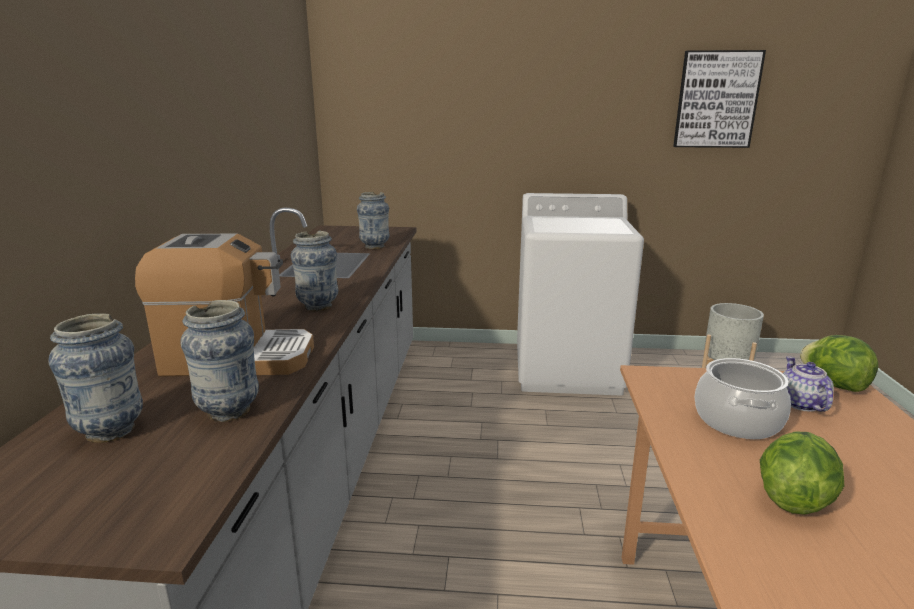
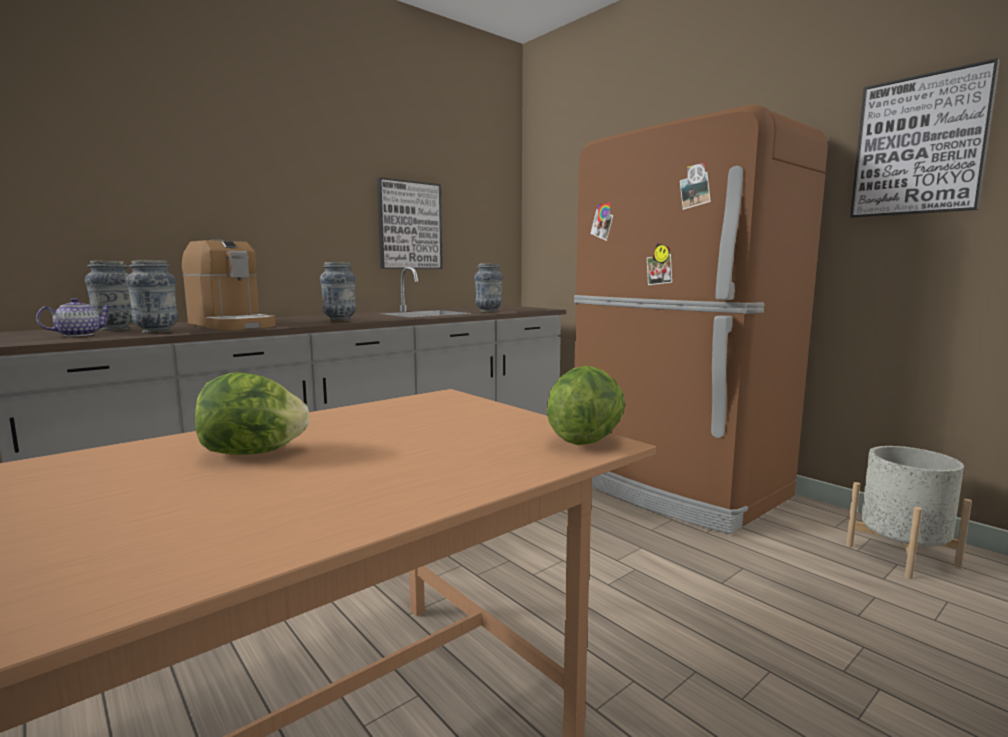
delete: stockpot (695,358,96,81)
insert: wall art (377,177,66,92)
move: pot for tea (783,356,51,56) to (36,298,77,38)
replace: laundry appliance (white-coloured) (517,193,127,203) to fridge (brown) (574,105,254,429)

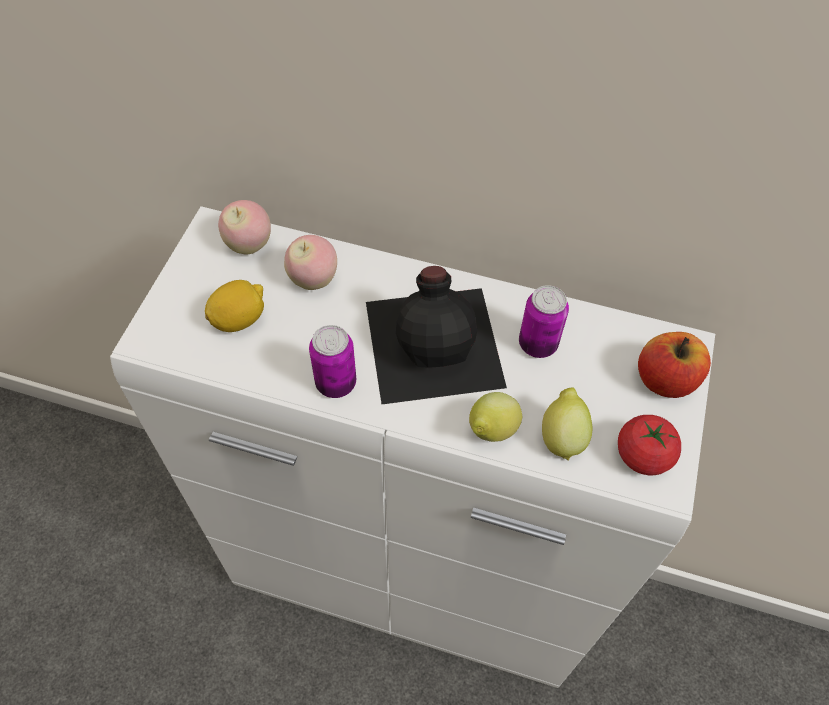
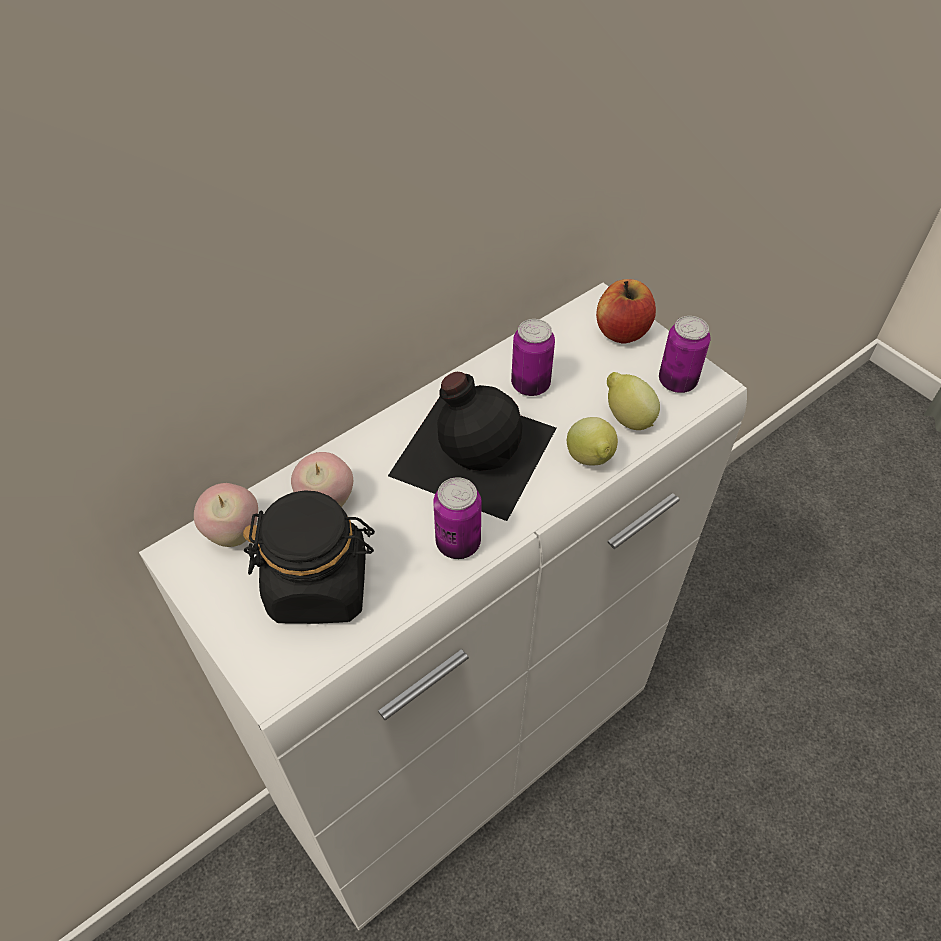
replace: lemon (205,280,59,52) to jar (black-coloured) (243,490,132,134); whole tomato (618,415,63,60) to can (659,316,52,77)

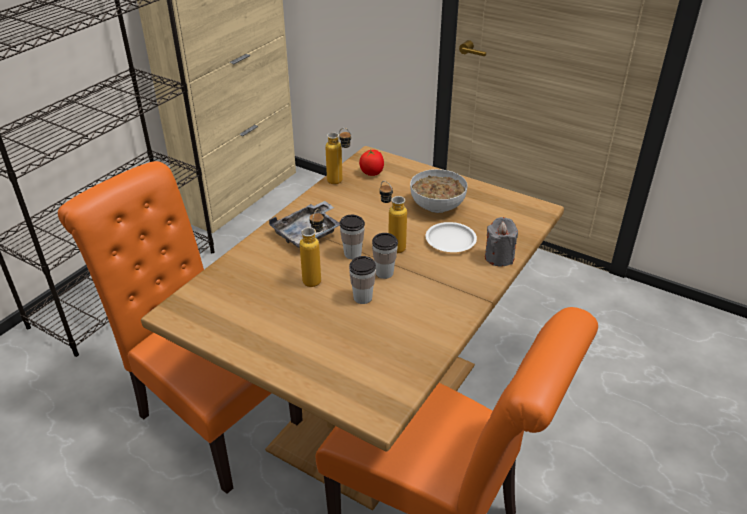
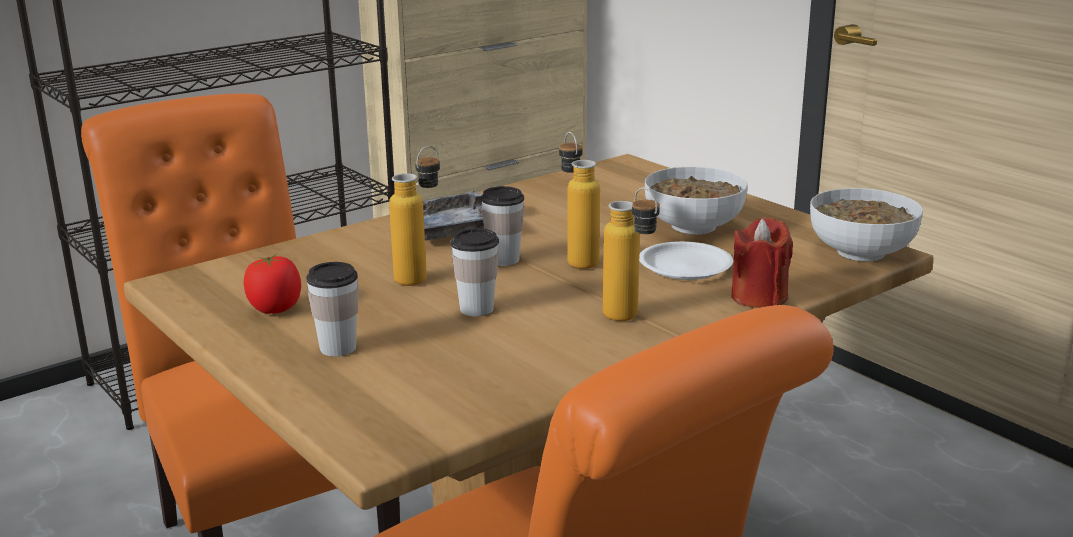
insert: bowl (810,188,113,74)
move: beverage bottle (325,128,26,56) to (603,187,57,134); whole tomato (359,149,25,27) to (244,254,57,60); small cup (372,233,26,46) to (306,262,53,95)
recolor: wax candle (gray) (485,217,33,50) to wax candle (reddish) (731,218,62,90)

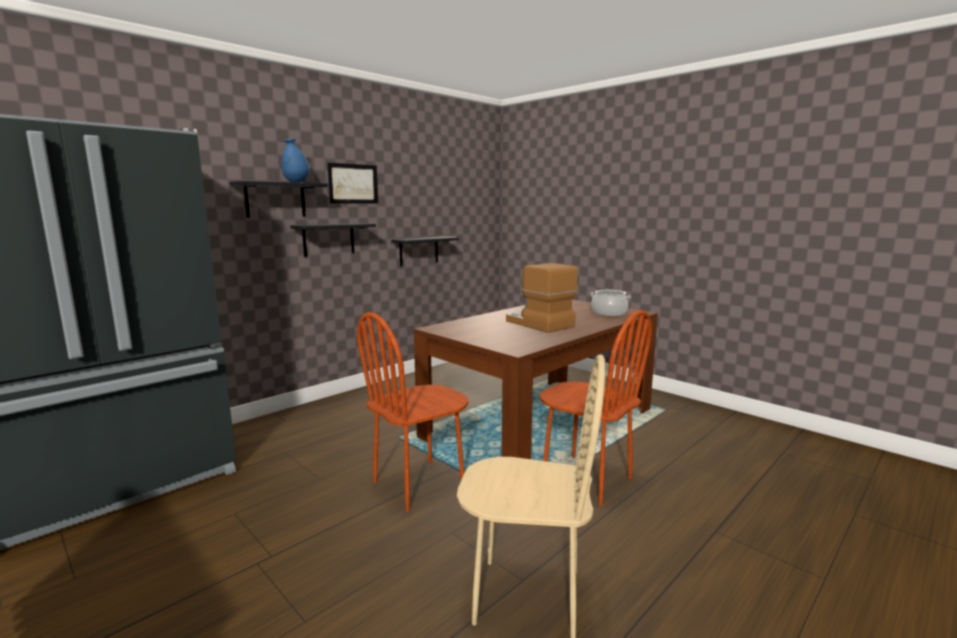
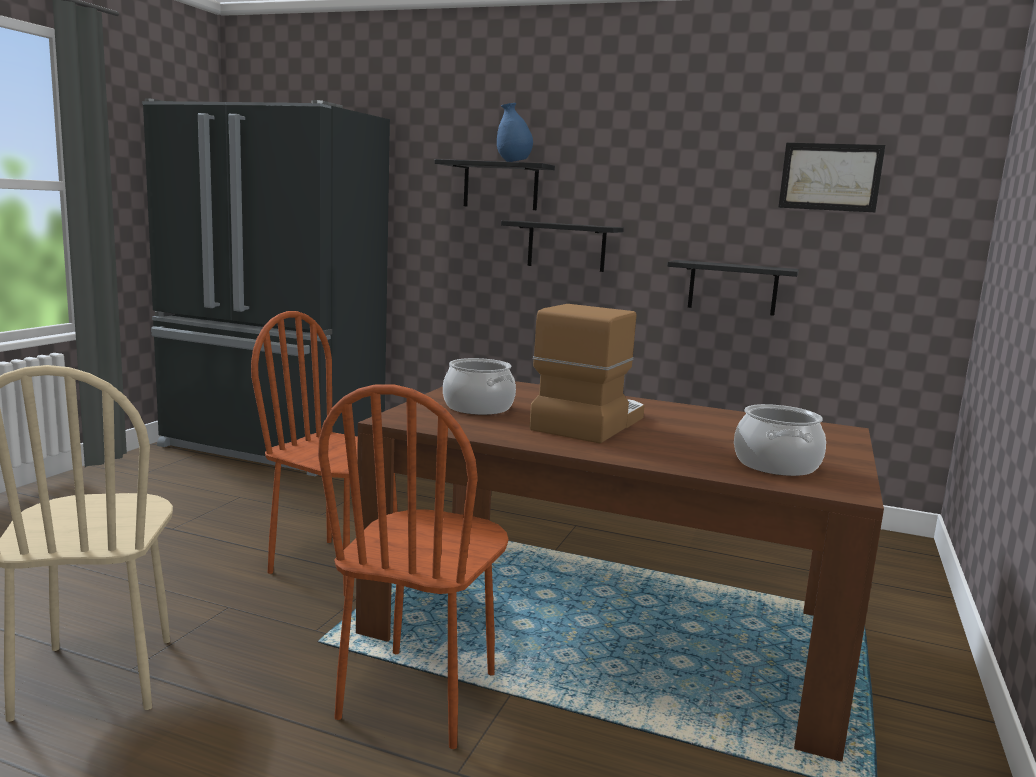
insert: stockpot (443,358,73,57)
move: wall art (327,163,51,41) to (778,143,107,69)

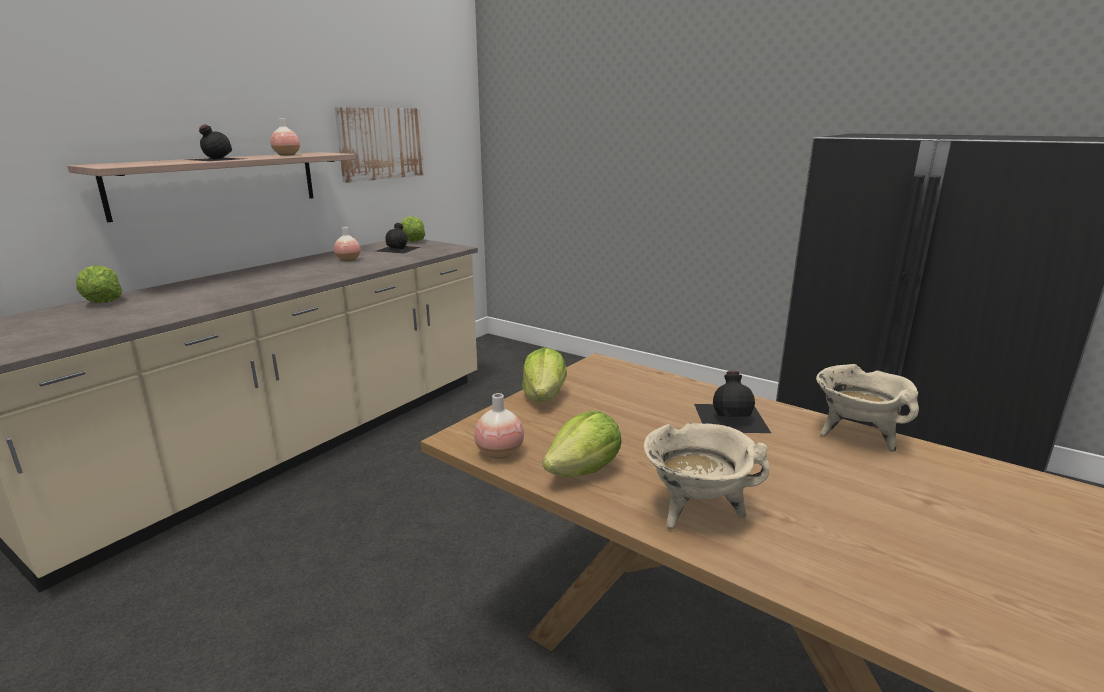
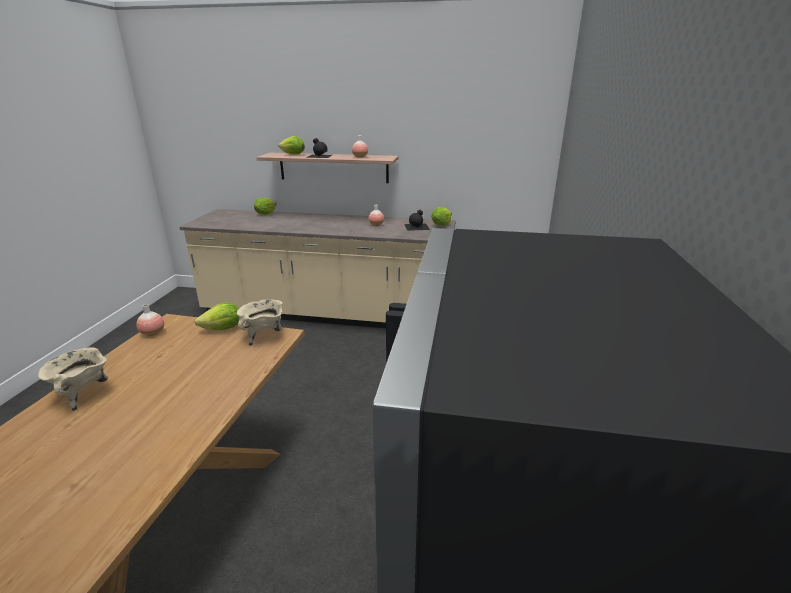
delete: wall art (334,107,90,76); beverage bottle (black-coloured) (694,371,77,62)
move: stockpot (beige-coloured) (816,364,103,88) to (237,299,46,47); lettuce (542,411,80,66) to (278,136,27,19)

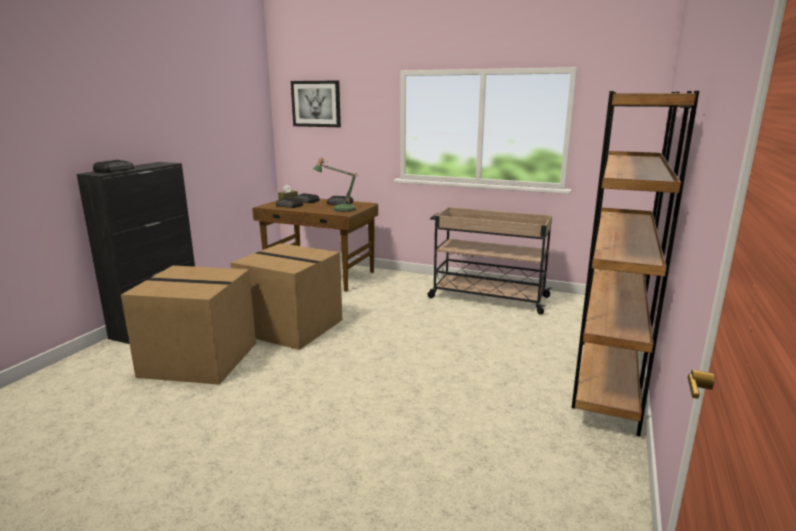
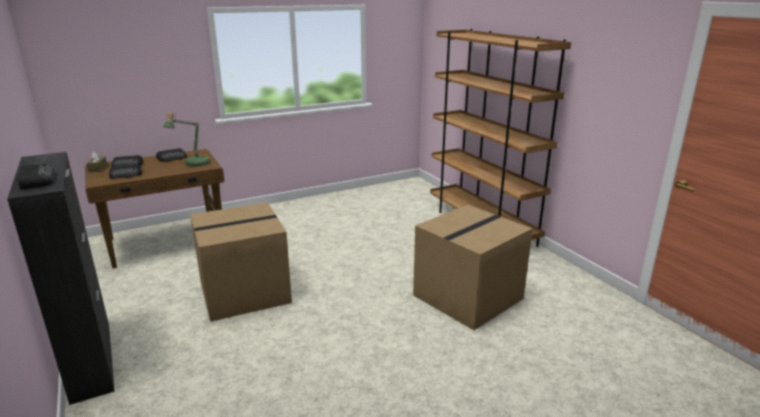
delete: wall art (291,80,50,47); cart (beige-coloured) (428,207,124,108)
move: cardboard box (121,266,135,119) to (413,205,120,125)

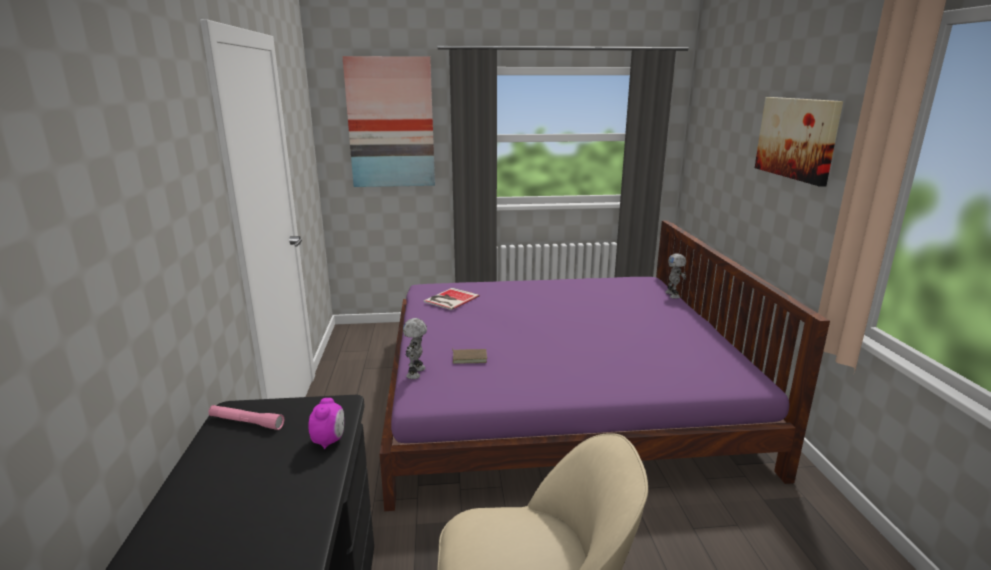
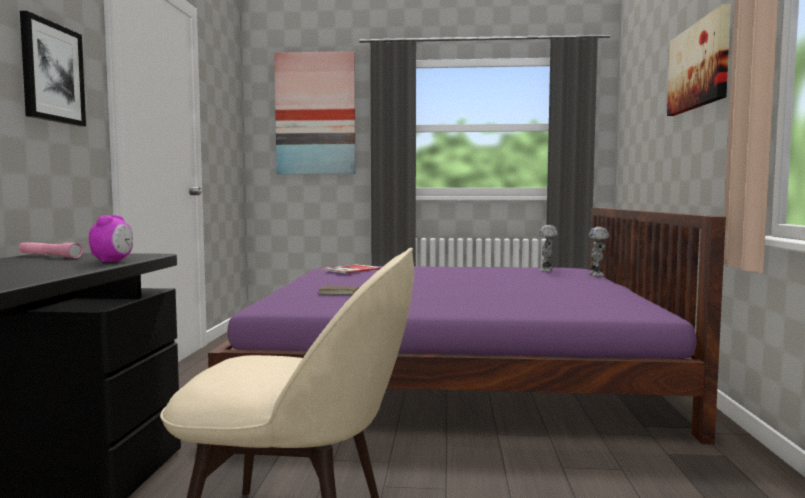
insert: wall art (20,11,66,116)
move: model robot (403,318,24,61) to (539,225,19,47)

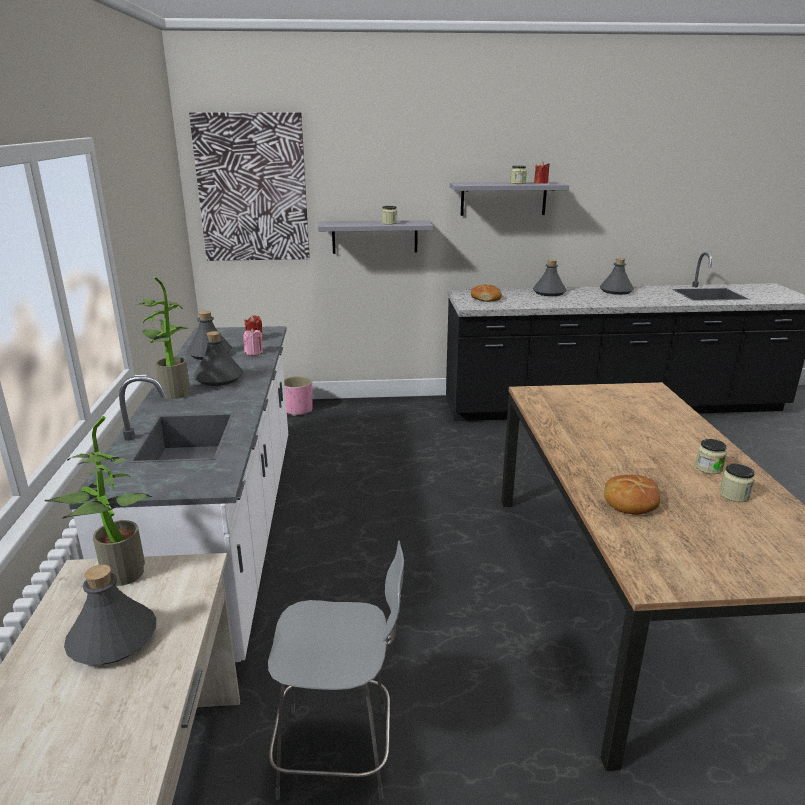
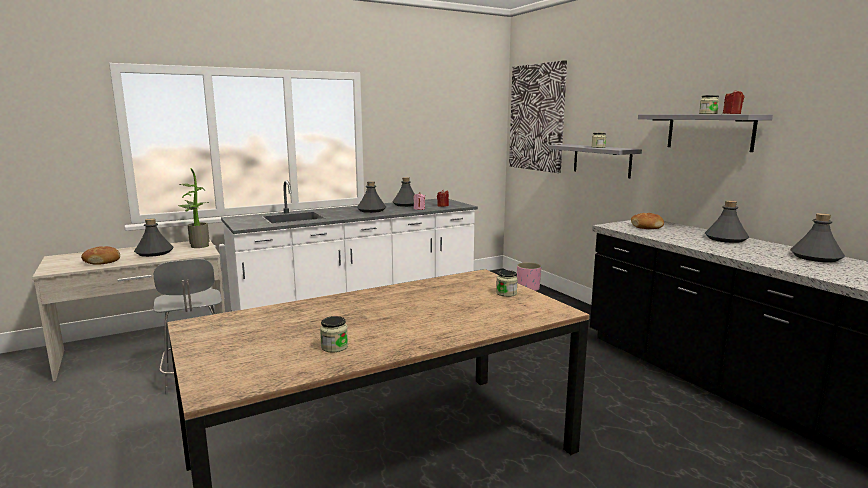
delete: plant in a pot (132,276,58,123)
move: jar (695,439,32,35) to (496,270,22,27); bread (604,475,56,40) to (81,246,39,19)

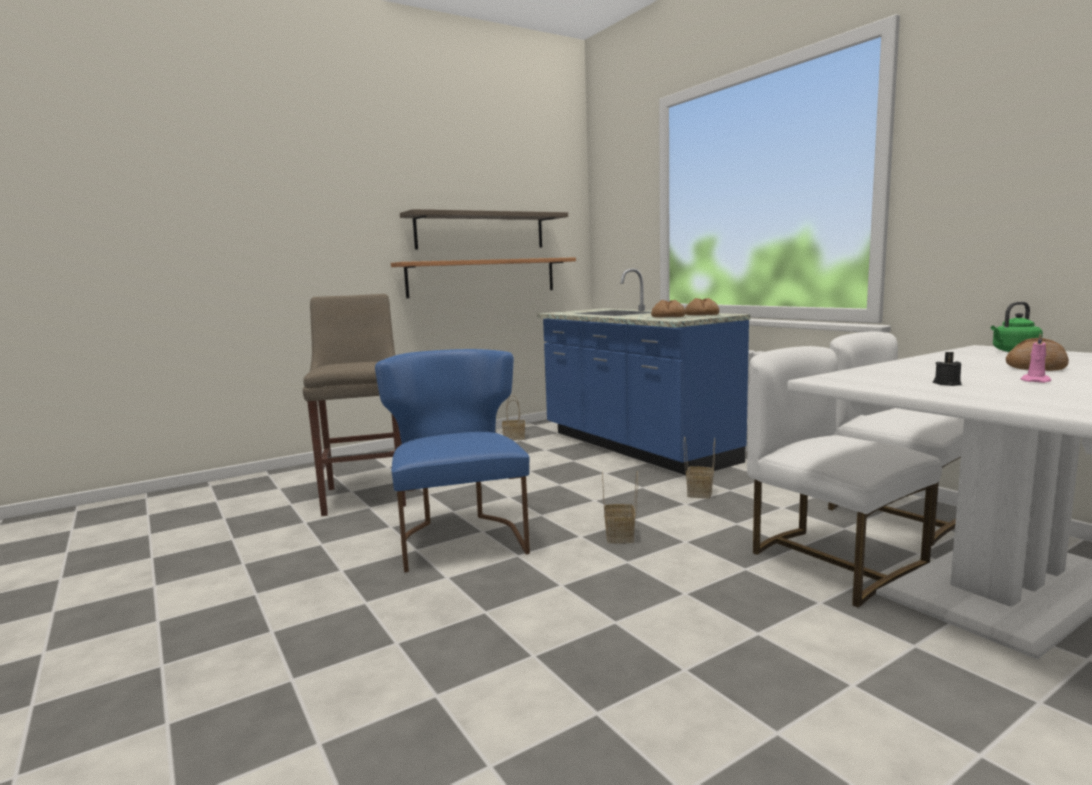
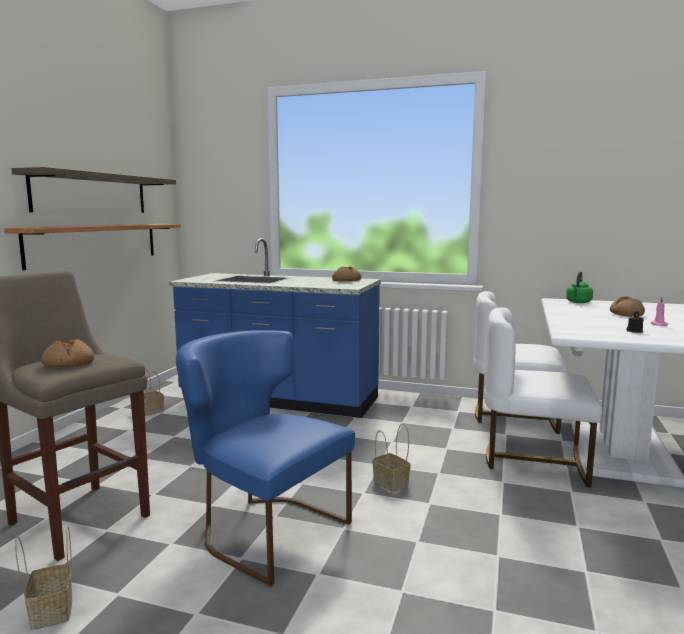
move: bread (651,300,35,17) to (41,339,53,28); storage basket (684,437,31,62) to (15,526,57,104)

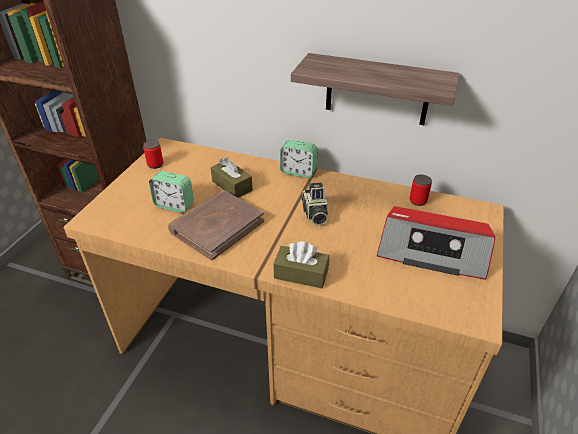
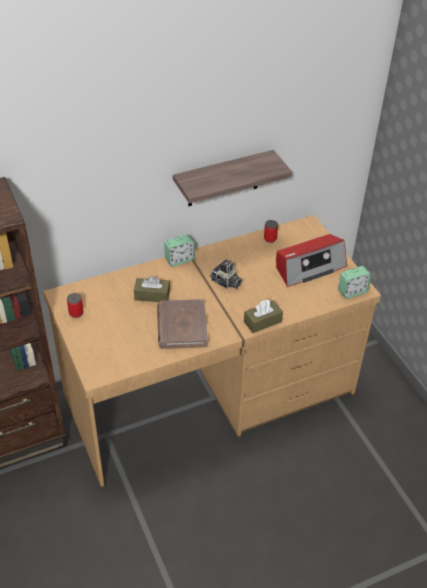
move: table clock (149,171,45,42) to (338,266,34,33)

